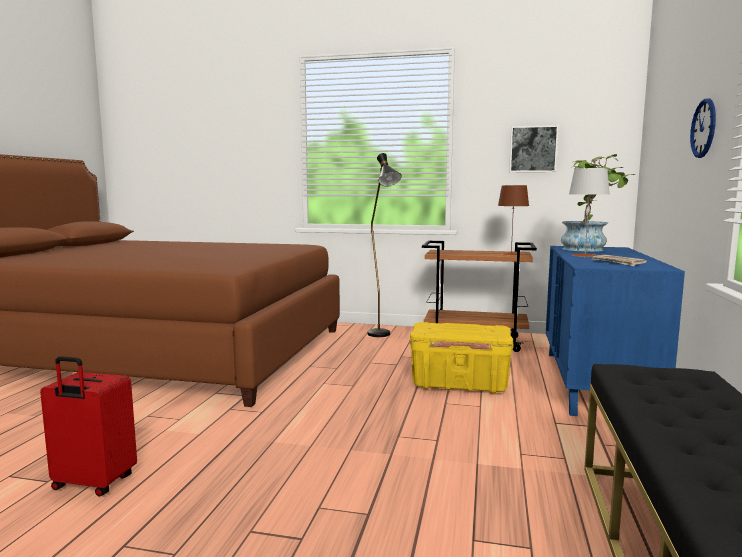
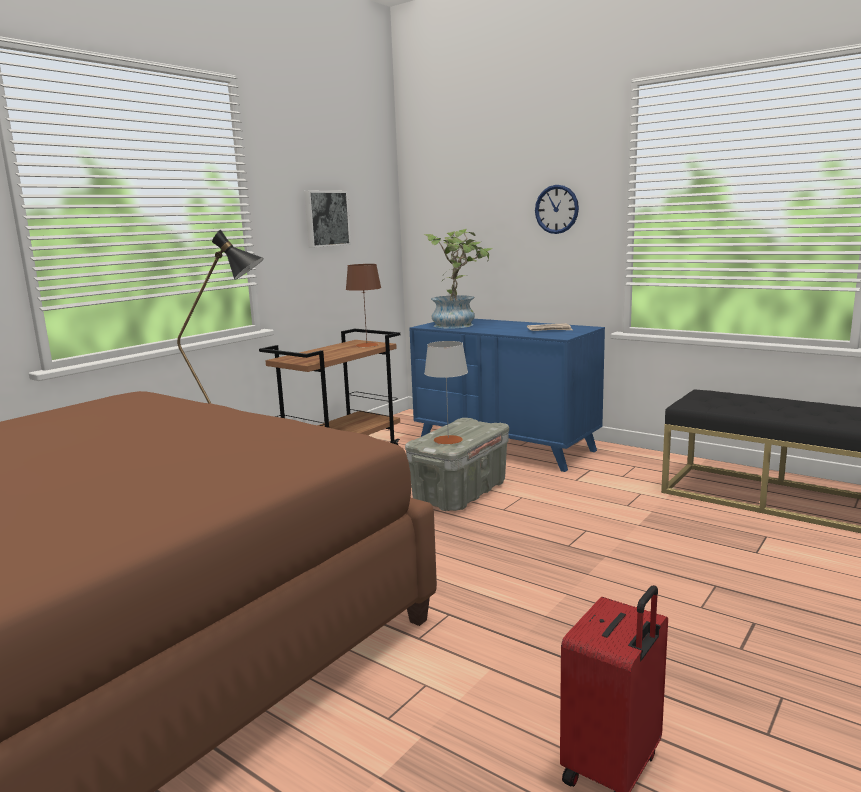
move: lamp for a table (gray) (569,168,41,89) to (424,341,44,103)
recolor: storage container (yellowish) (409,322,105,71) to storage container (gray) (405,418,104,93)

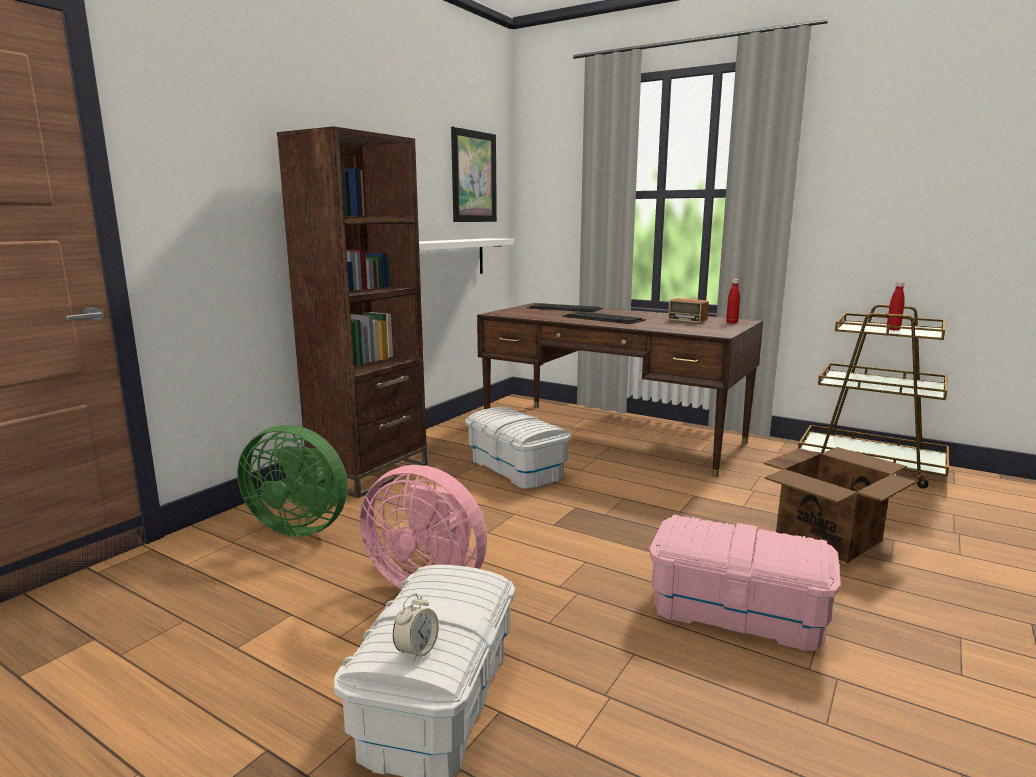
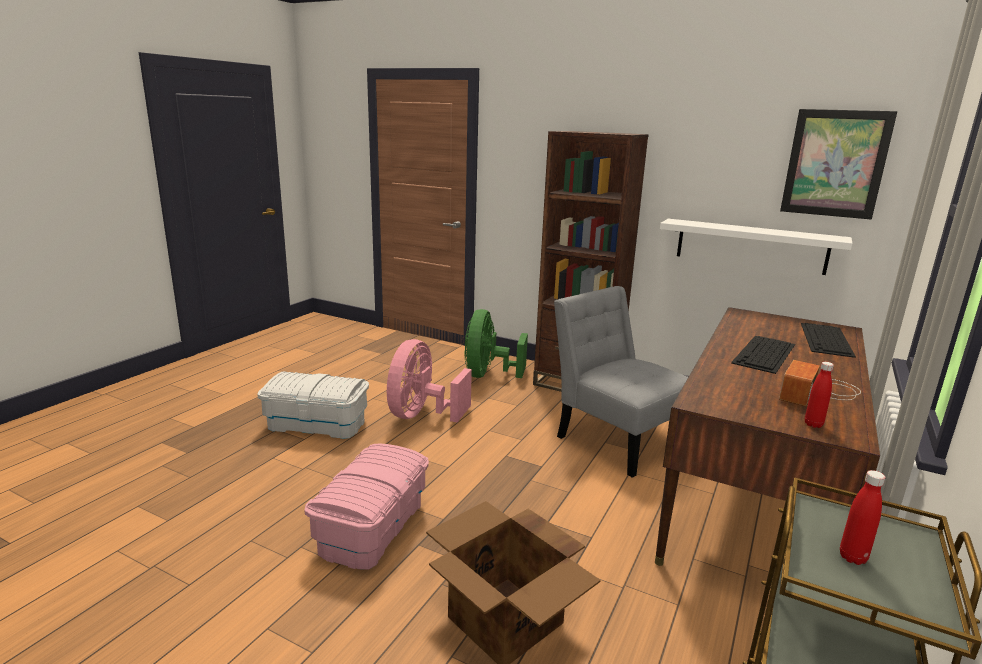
delete: table clock (393,593,46,69)
replace: storage container (white-coloured) (465,407,106,82) to upright chair (gray) (554,286,134,192)

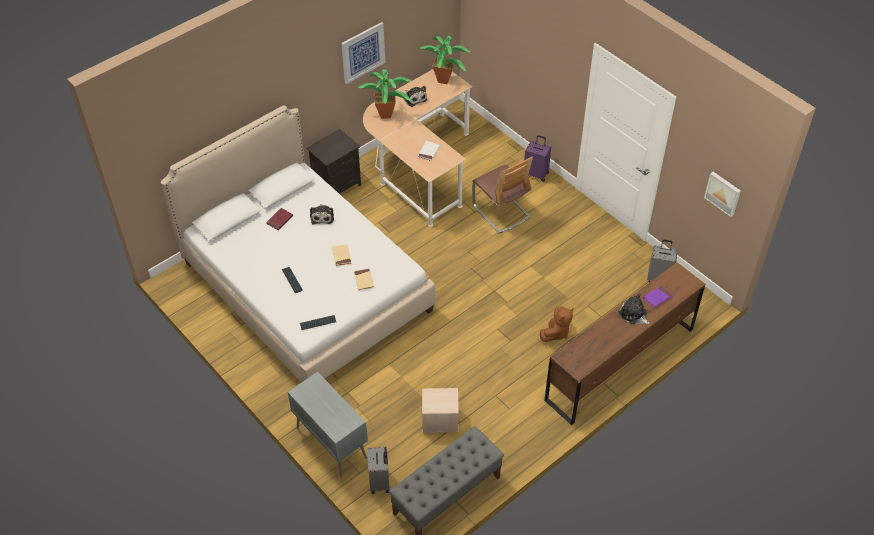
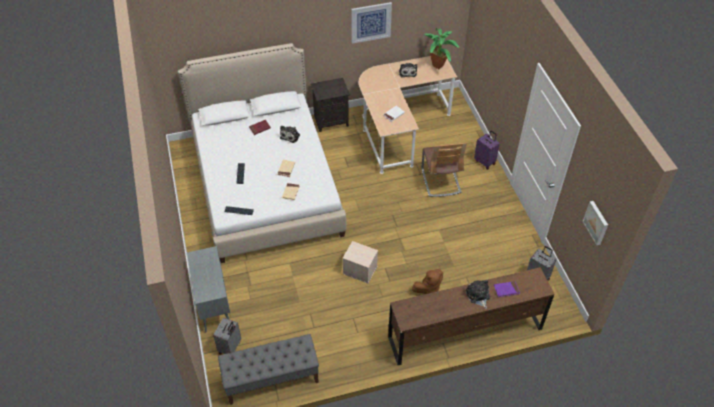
delete: plant in a pot (358,69,54,50)
move: storage container (beige-coloured) (422,388,37,45) to (342,241,36,42)

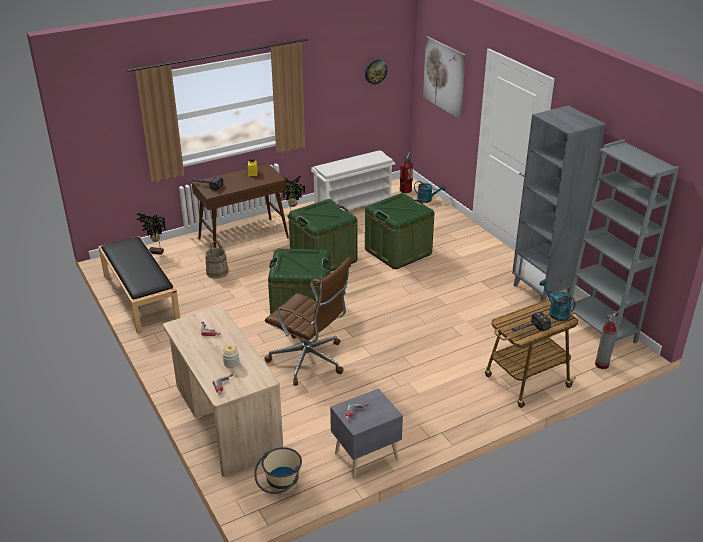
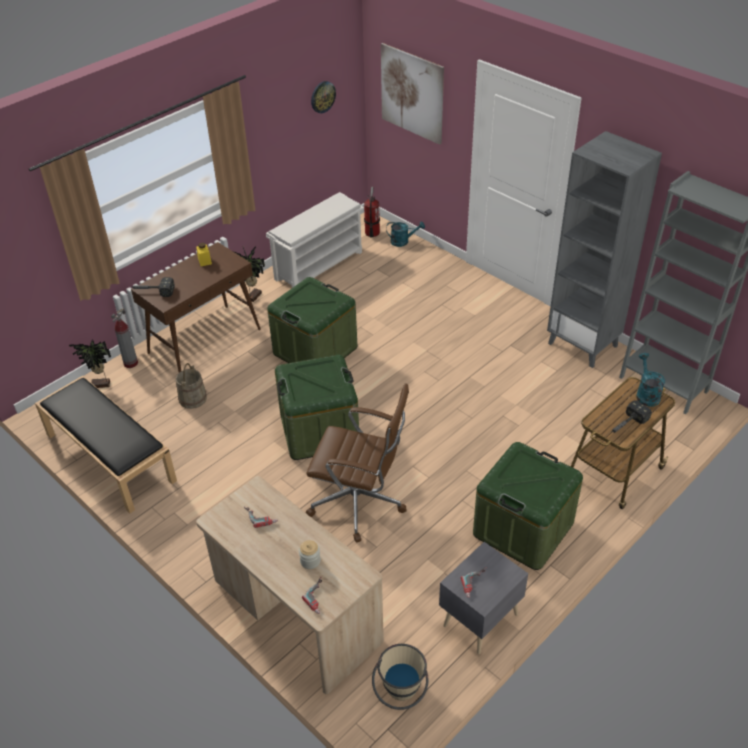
move: storage container (greenish) (365,193,69,76) to (473,442,110,128); fire extinguisher (595,311,24,58) to (111,308,27,60)
rotate: watering can (blue-green) (539,279,37,42) = (636,353,29,54) 45 degrees clockwise

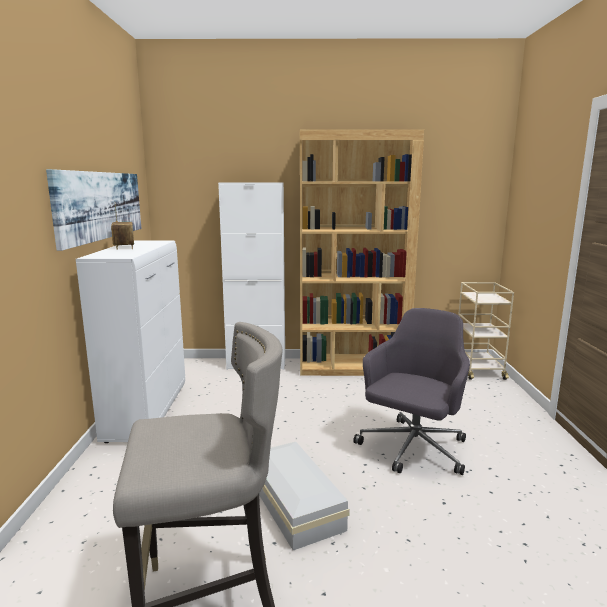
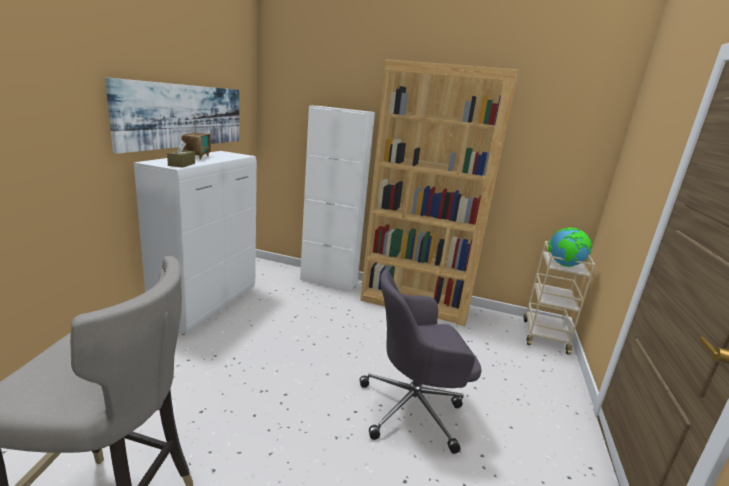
delete: storage container (white-coloured) (259,442,91,108)
insert: tissue holder (brown) (167,140,28,27); globe (548,228,44,39)
rotate: computer chair (gray) (353,308,117,167) = (360,270,122,184) 150 degrees counterclockwise

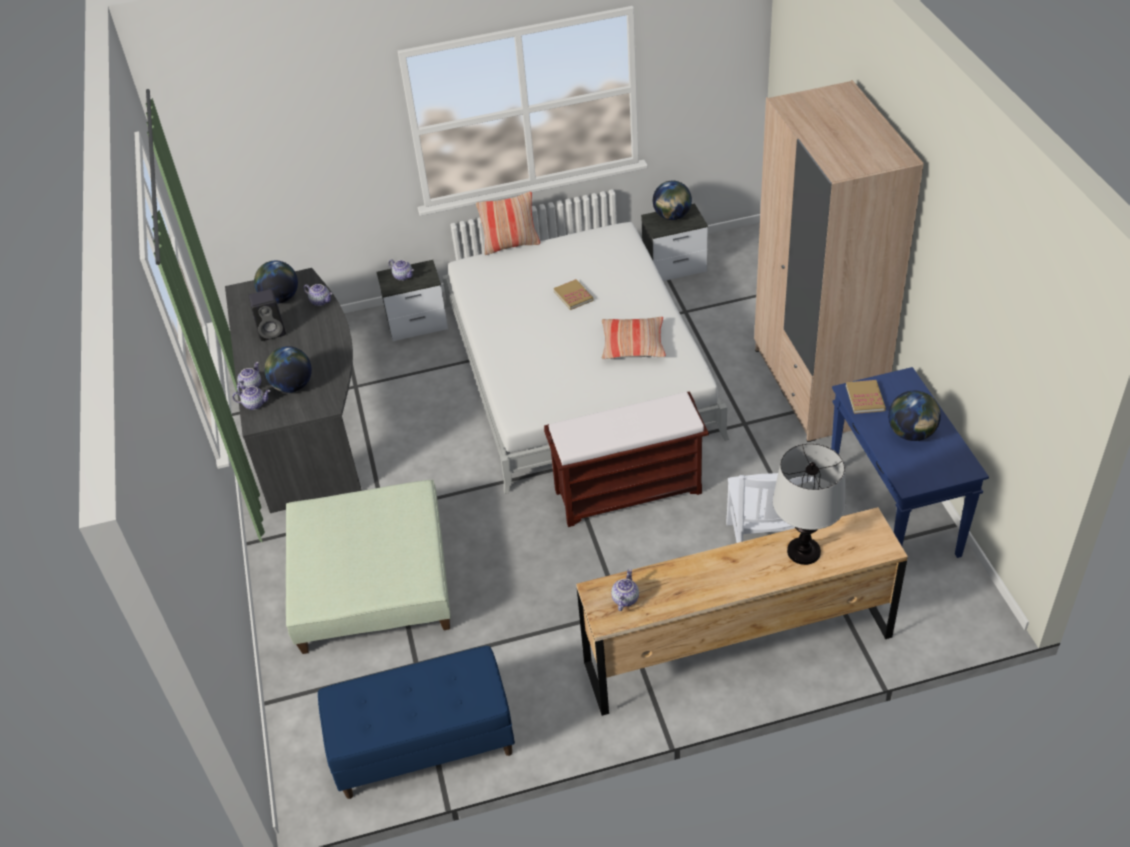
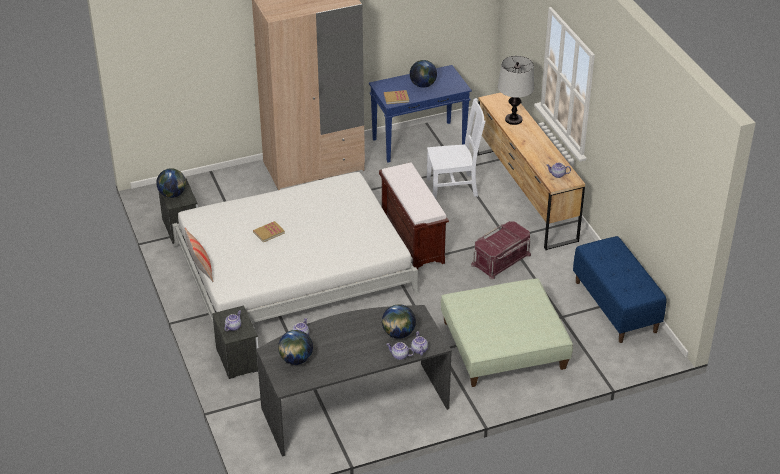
delete: loudspeaker (black-coloured) (249,289,37,52); cushion (602,317,64,42)
insert: storage container (reddish) (471,221,60,58)

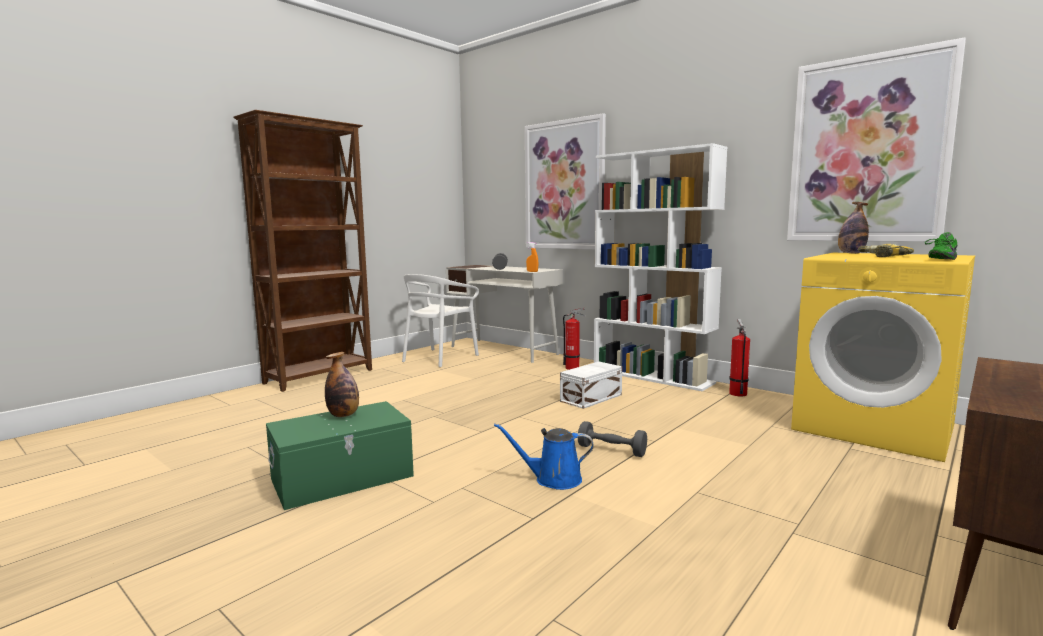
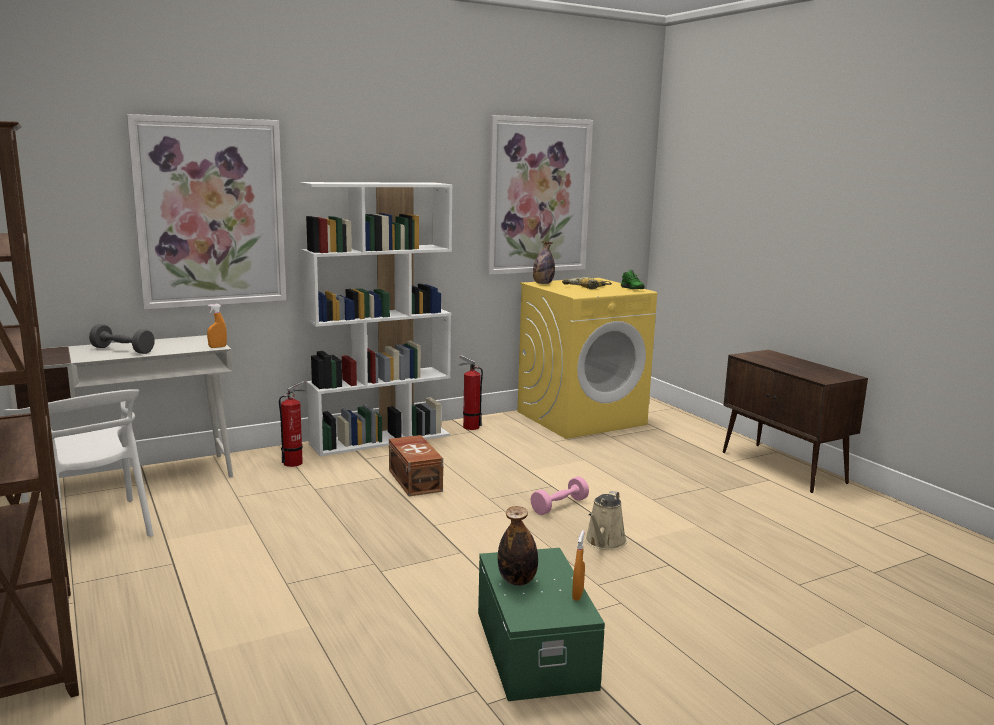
insert: spray bottle (orange-coloured) (572,530,13,71)
recolor: storage container (white-coloured) (560,362,62,47) to storage container (brown) (389,435,54,61); free weight (gray) (578,421,69,36) to free weight (pink) (531,476,58,39); watering can (bluish) (494,423,100,67) to watering can (beige-coloured) (585,491,42,59)

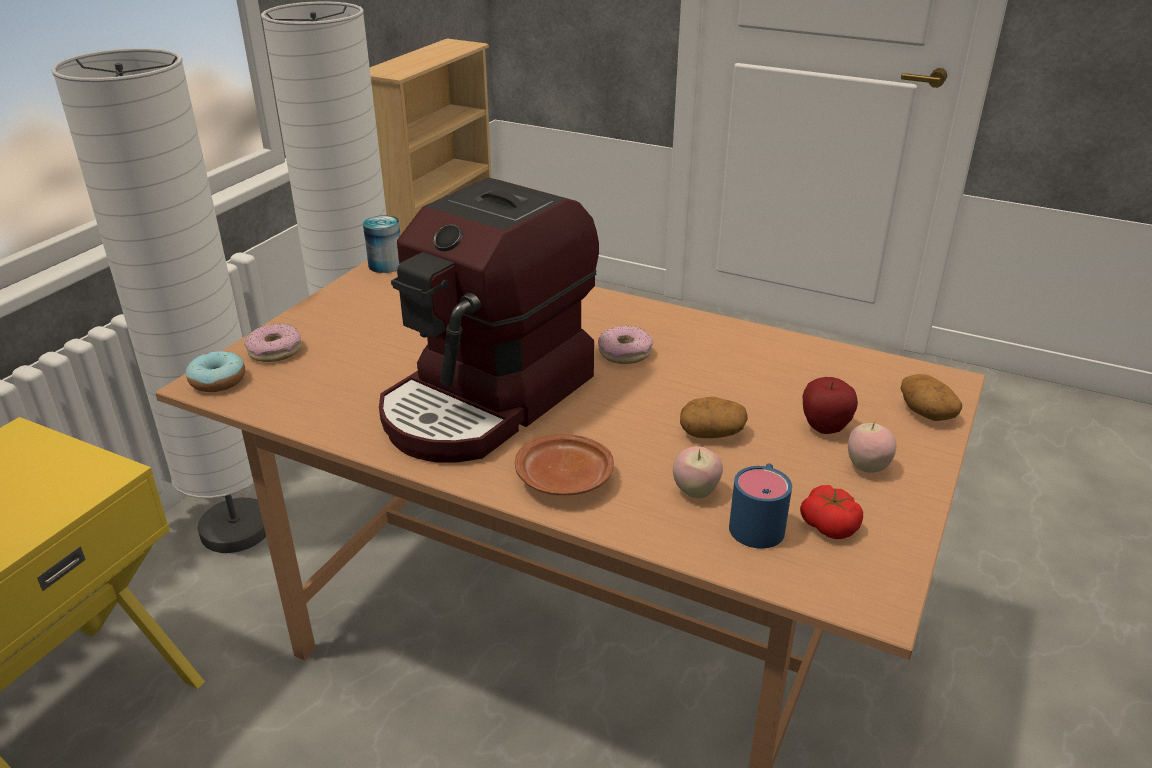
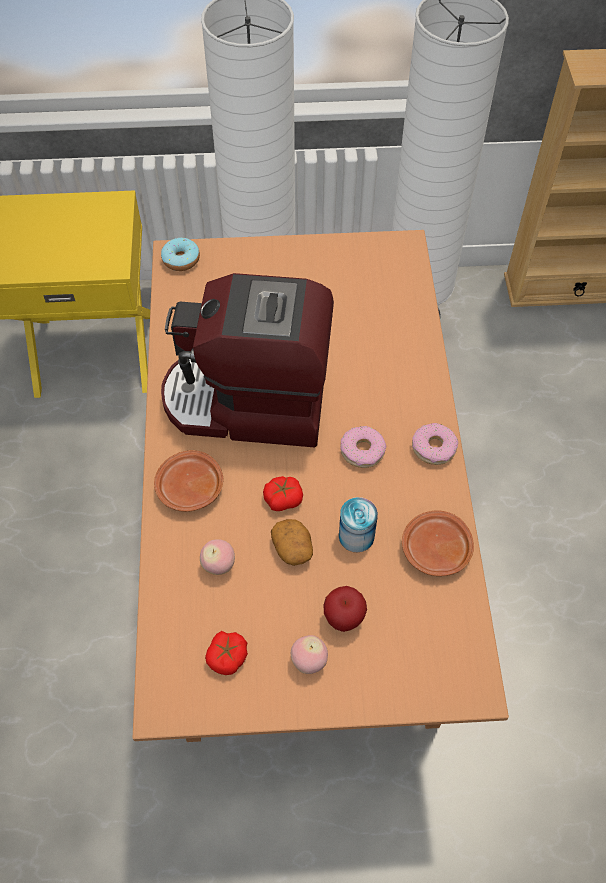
delete: spud (901,374,61,47); mug (bluish) (729,463,63,86)
insert: whole tomato (263,476,40,35); flat dish (brown) (402,511,72,65)
move: can (363,215,37,58) to (339,497,39,55); doughnut (244,324,58,38) to (412,423,46,42)

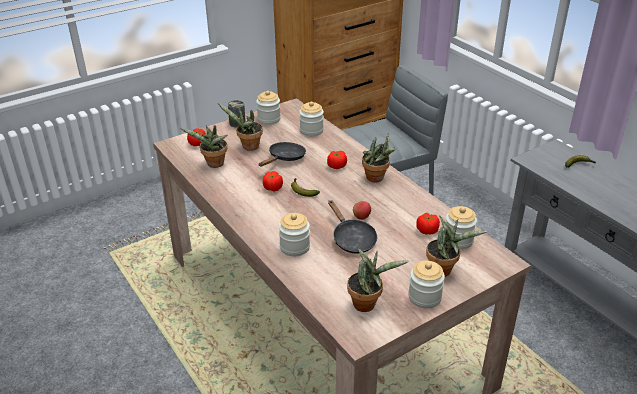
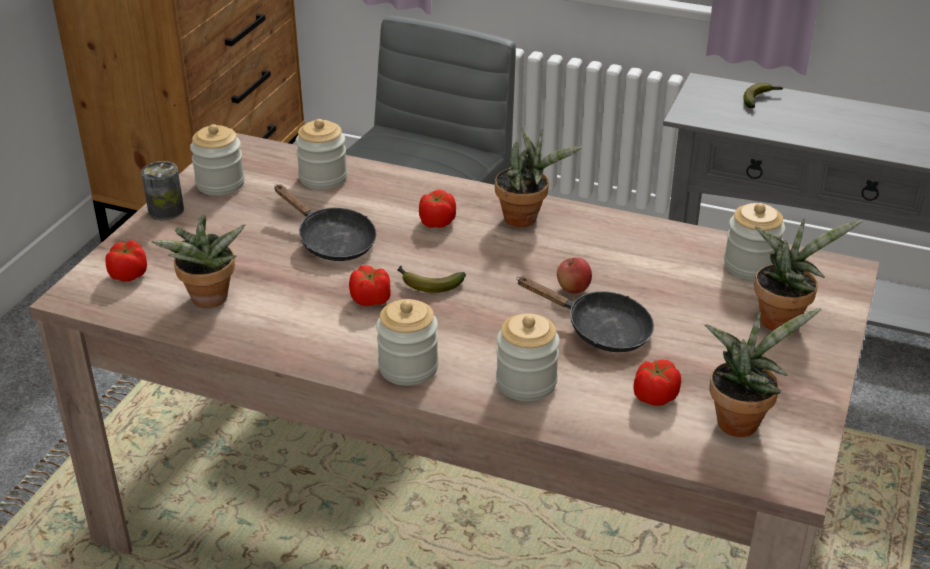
delete: plant in a pot (218,103,45,48)
move: whole tomato (416,213,24,21) to (633,359,48,47); jar (408,260,37,48) to (376,299,63,87)
rotate: skillet (black-coloured) (259,142,47,25) = (274,185,102,76) 135 degrees clockwise

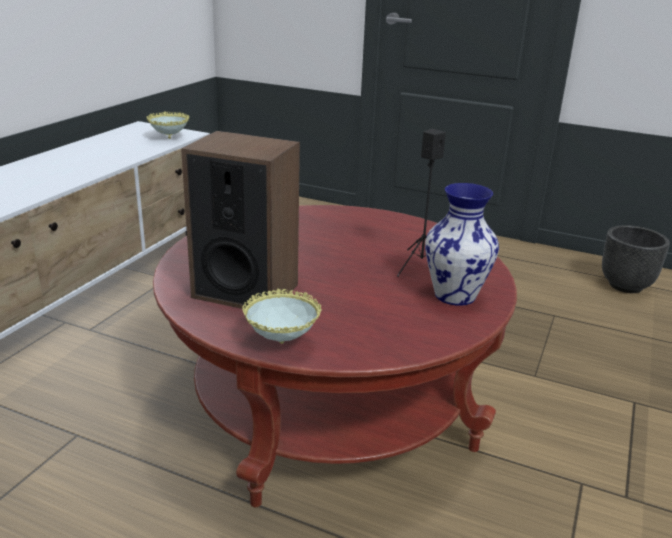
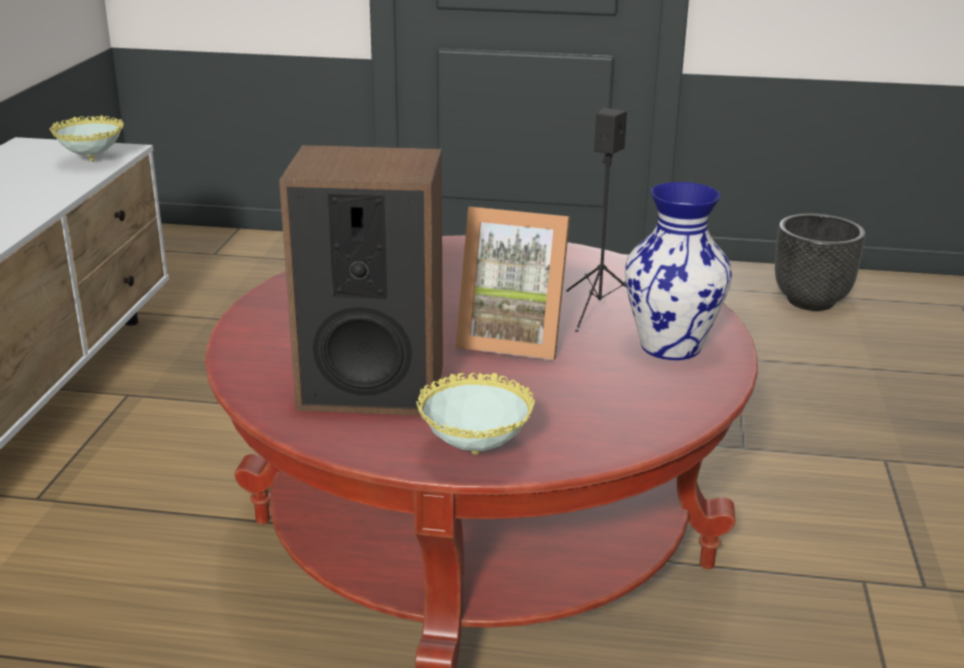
insert: standing frame (456,207,114,153)

